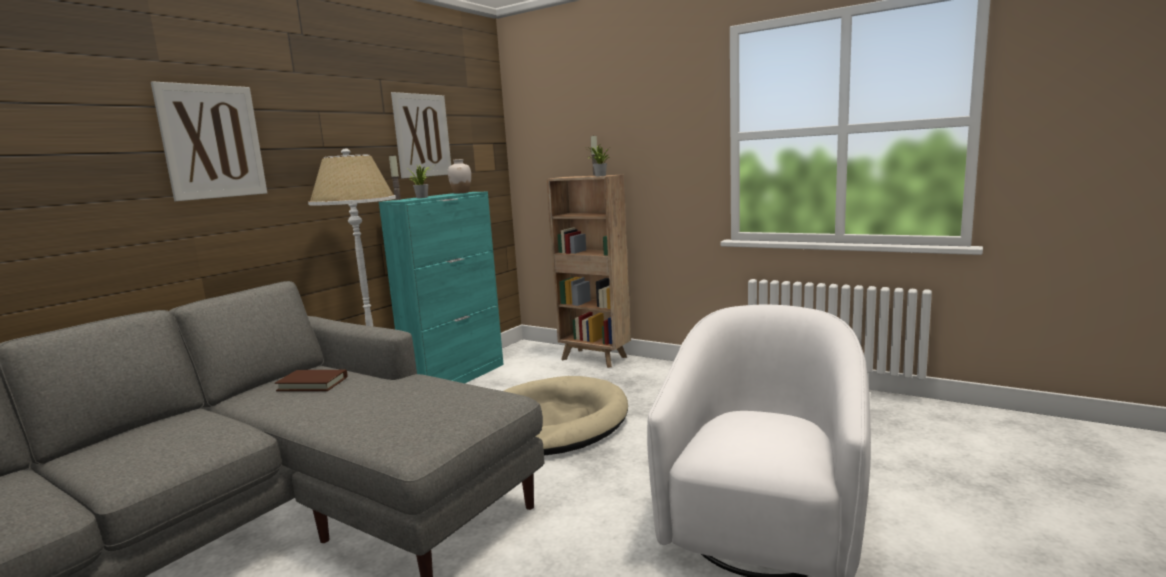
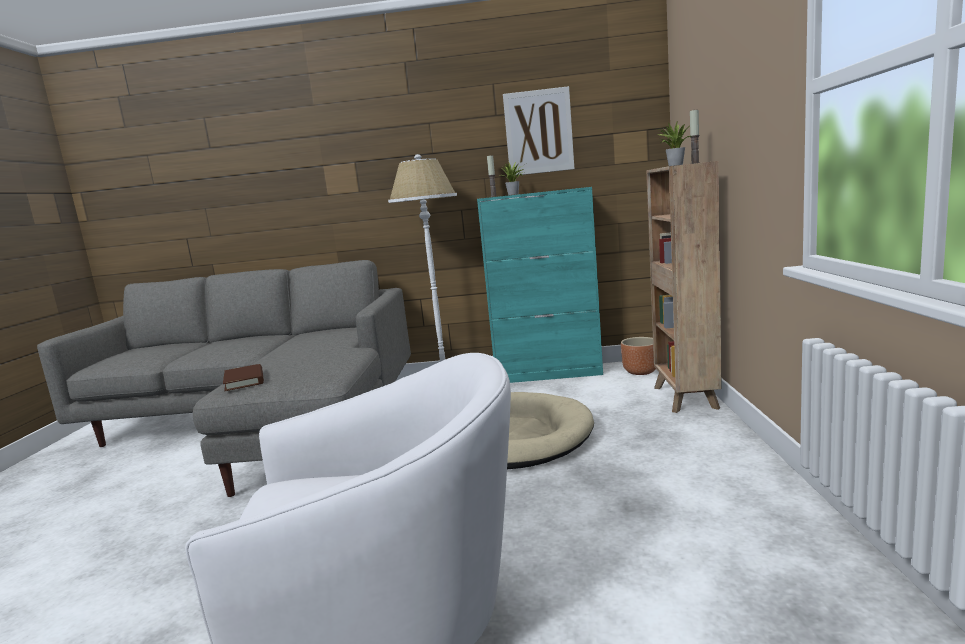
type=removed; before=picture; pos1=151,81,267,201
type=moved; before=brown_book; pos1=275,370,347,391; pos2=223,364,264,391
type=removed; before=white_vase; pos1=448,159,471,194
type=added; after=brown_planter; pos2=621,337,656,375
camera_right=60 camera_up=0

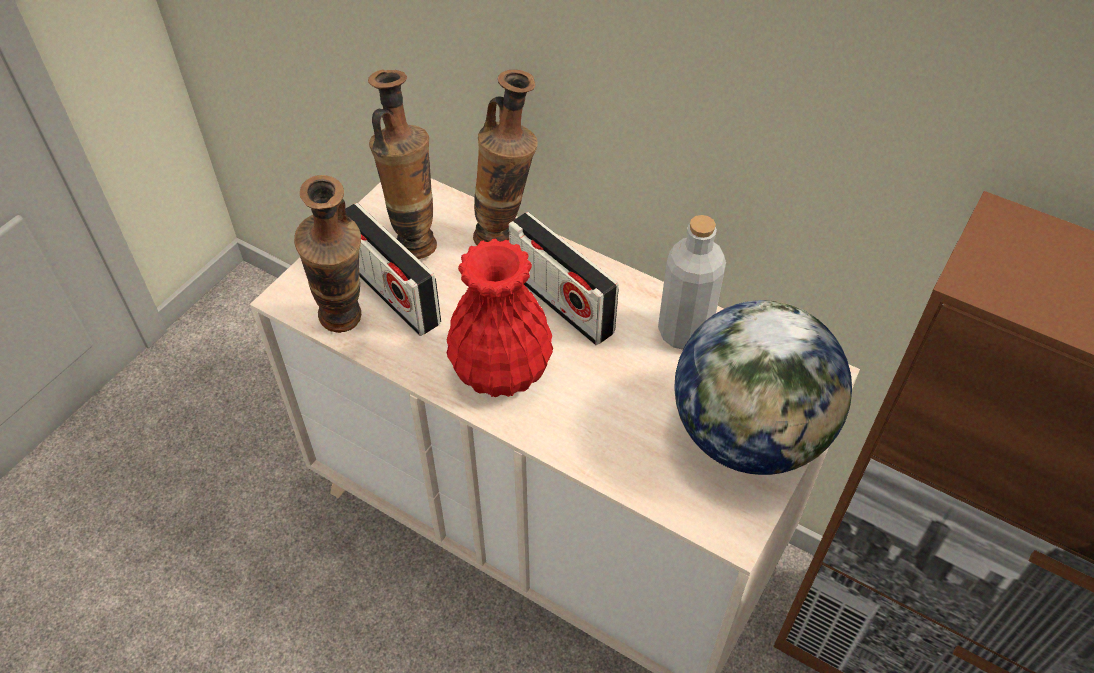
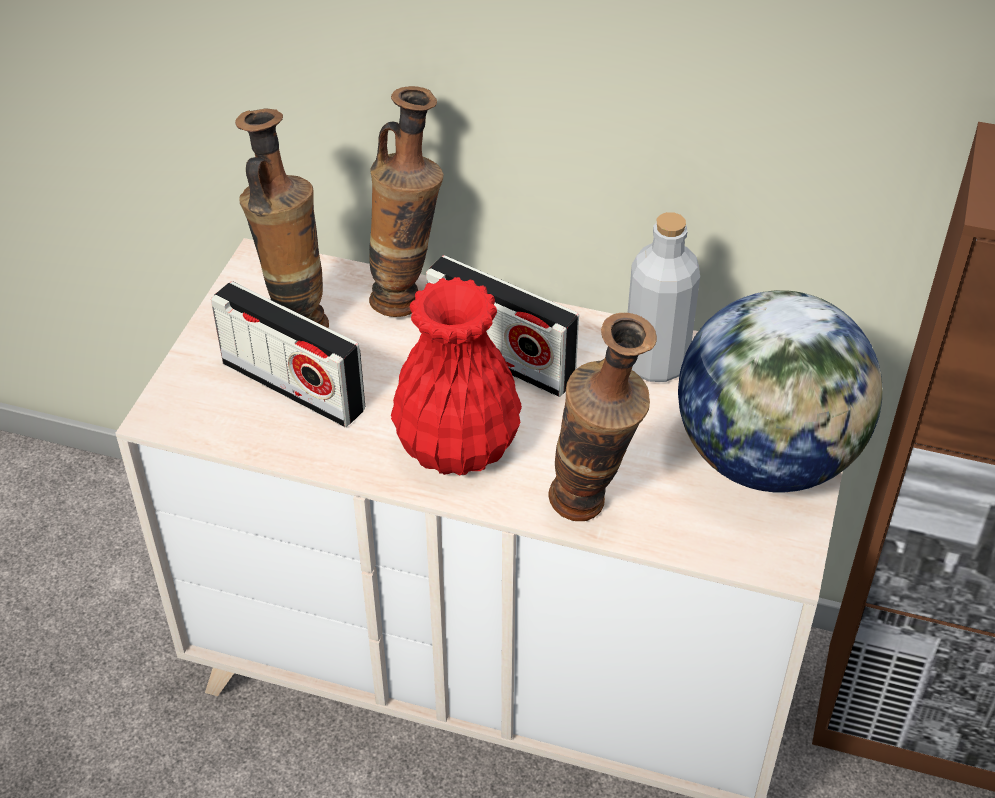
type=moved; before=vase; pos1=294,175,361,333; pos2=549,313,657,521
camera_right=-15 camera_up=-5

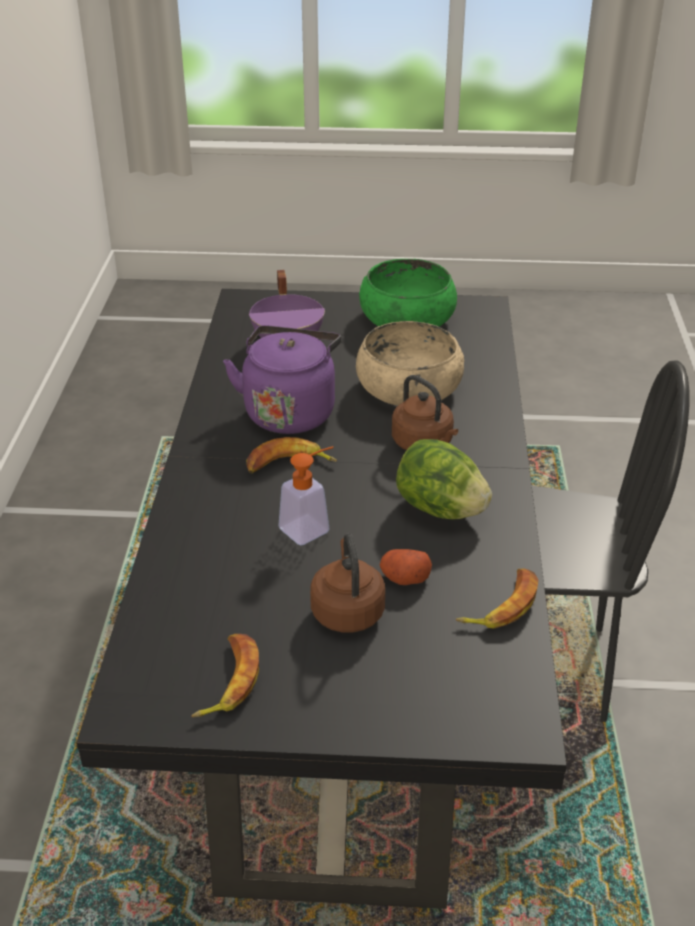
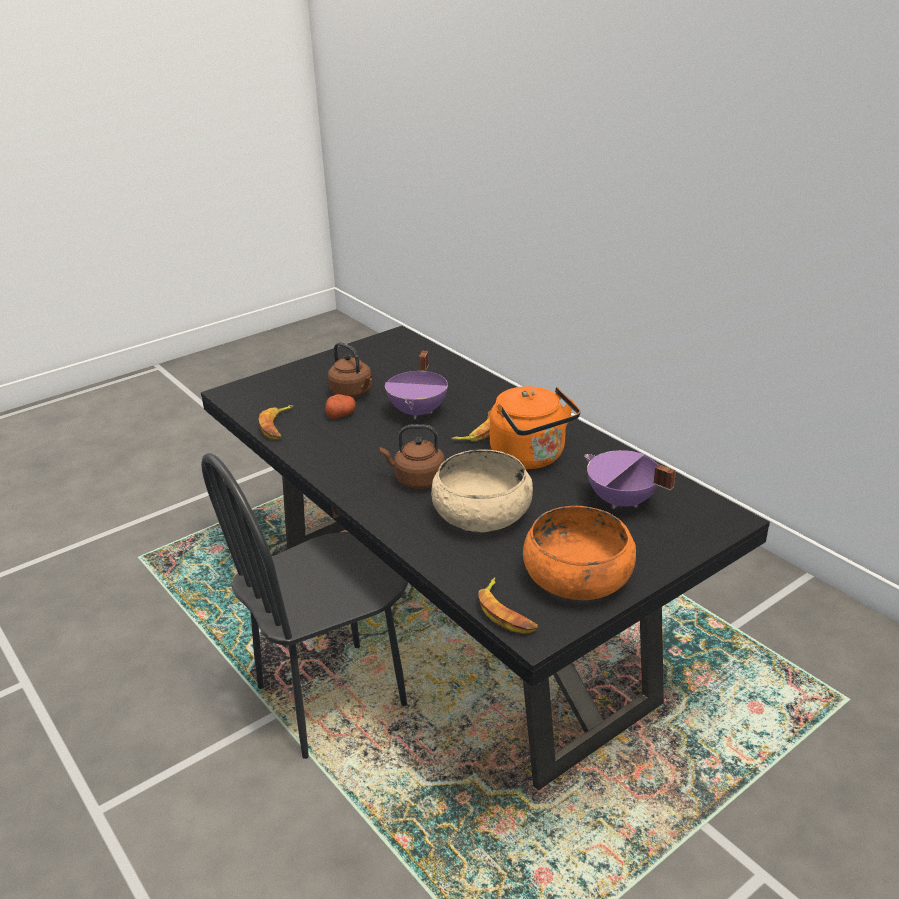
type=moved; before=banana; pos1=192,634,259,717; pos2=478,577,538,634
type=recoloured; before=purple_kettle; after=orange_kettle; pos1=223,325,341,434; pos2=490,386,580,469
type=replaced; before=soap_dispenser; after=purple_cooking_pot; pos1=278,446,333,545; pos2=385,351,448,419
type=recoloured; before=green_bowl; after=orange_bowl; pos1=359,259,457,327; pos2=523,506,636,600
type=removed; before=lettuce; pos1=396,439,492,520
camera_right=140 camera_up=-5

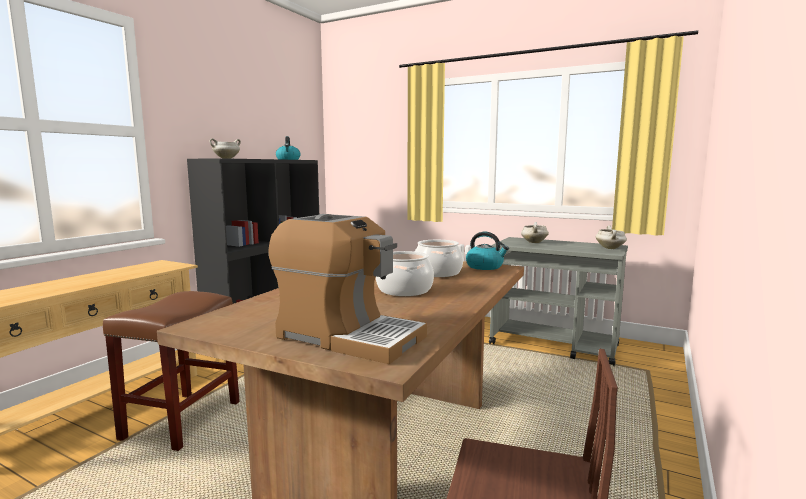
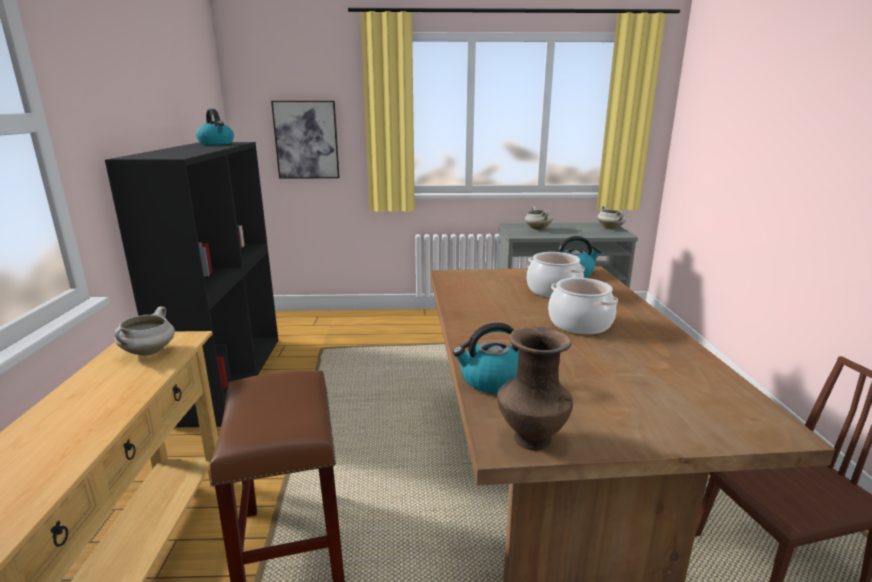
type=moved; before=white_cooking_pot; pos1=210,138,241,159; pos2=114,306,175,356
type=removed; before=coffee_machine; pos1=268,214,427,364
type=added; after=picture; pos2=271,101,340,179
type=added; after=kettle; pos2=453,323,519,393
type=added; after=brown_vase; pos2=497,327,573,451
camera_right=-30 camera_up=10

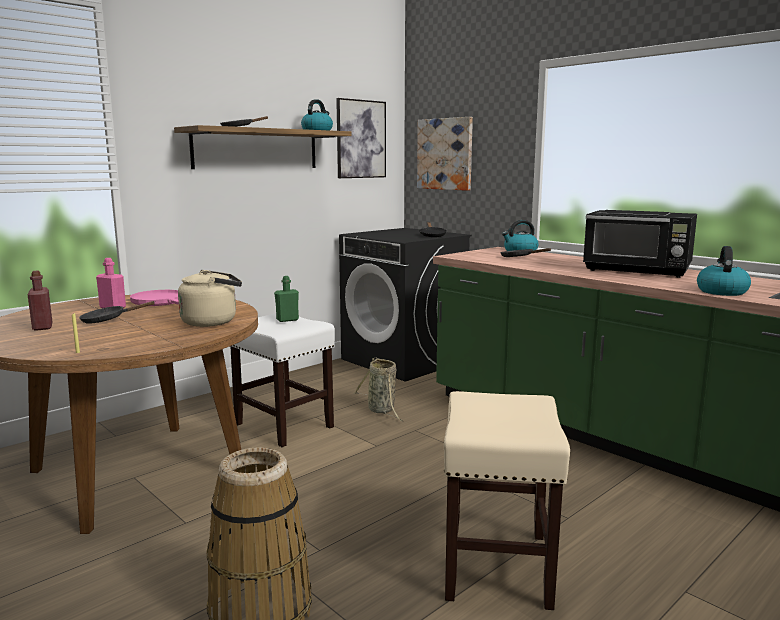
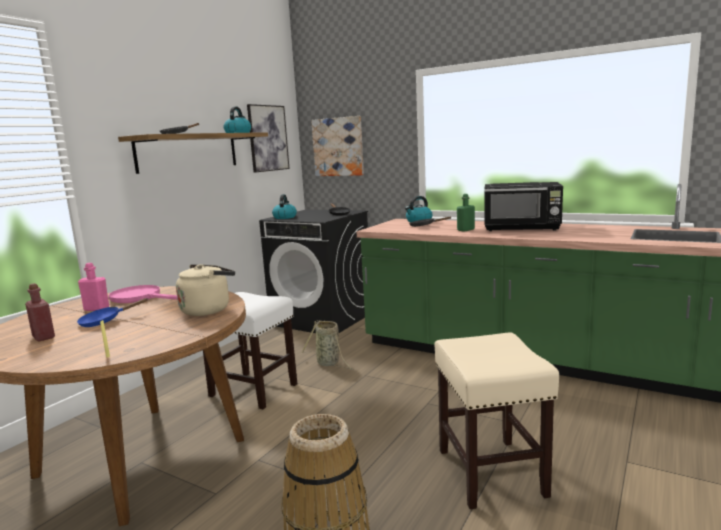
type=recoloured; before=black_frying_pan; after=blue_frying_pan; pos1=79,301,156,324; pos2=77,298,148,327
type=moved; before=green_bottle; pos1=274,276,299,322; pos2=457,194,475,232
type=moved; before=kettle; pos1=697,246,751,296; pos2=272,194,297,219
camera_right=-15 camera_up=0

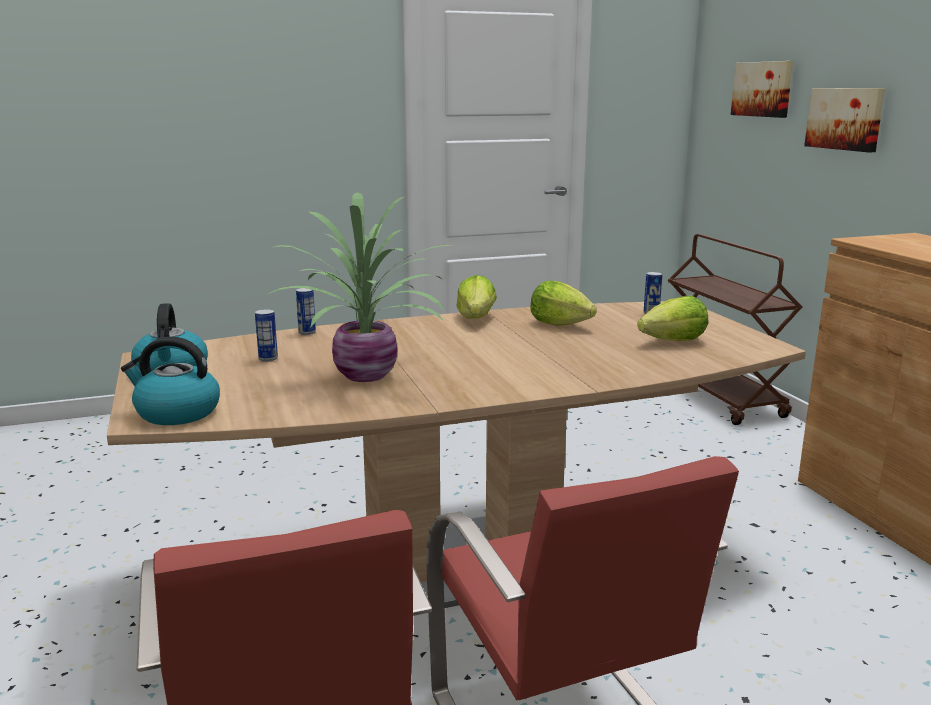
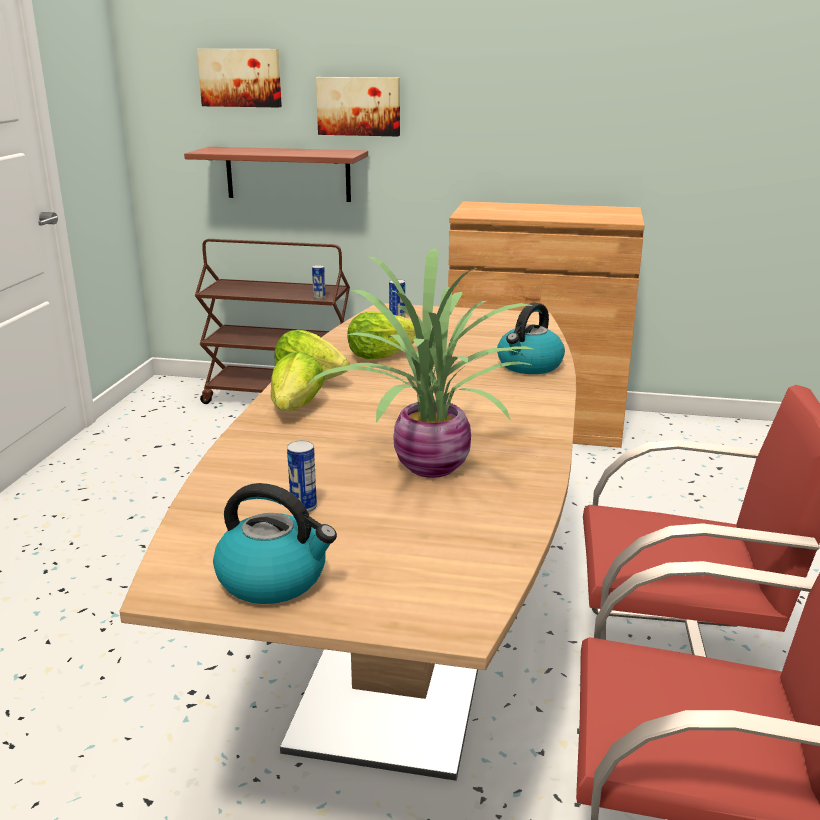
type=moved; before=kettle; pos1=121,337,220,425; pos2=497,303,565,374
type=moved; before=can; pos1=296,288,316,335; pos2=312,265,326,299
type=moved; before=lettuce; pos1=637,296,708,341; pos2=271,351,325,411
type=added; after=shelf; pos2=184,147,368,202
camera_right=-60 camera_up=5

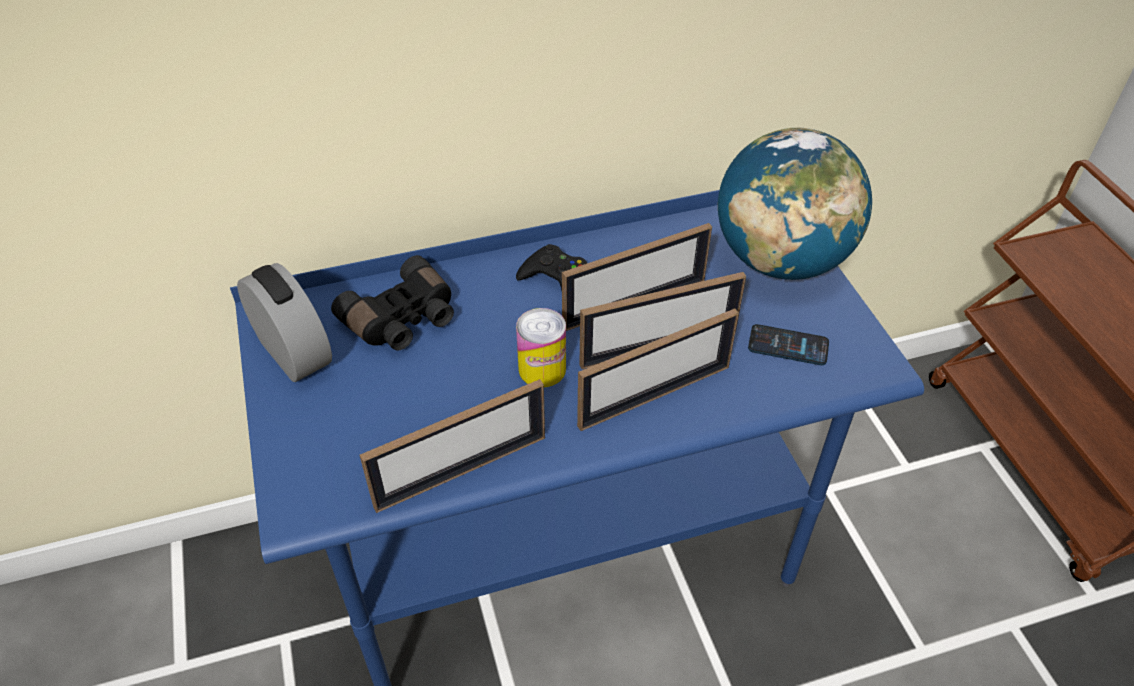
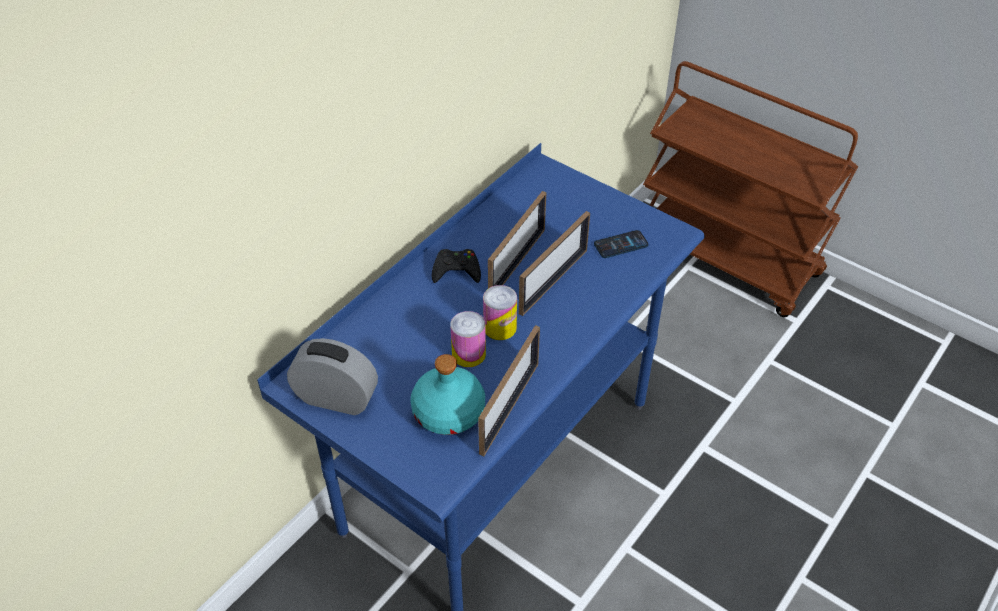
type=removed; before=black_binoculars; pos1=331,255,454,350
type=removed; before=picture_frame; pos1=577,309,739,431
type=removed; before=globe; pos1=718,128,872,280
type=added; after=turquoise_bottle; pos2=410,354,485,435
type=added; after=can; pos2=450,311,486,367
camera_right=-35 camera_up=0

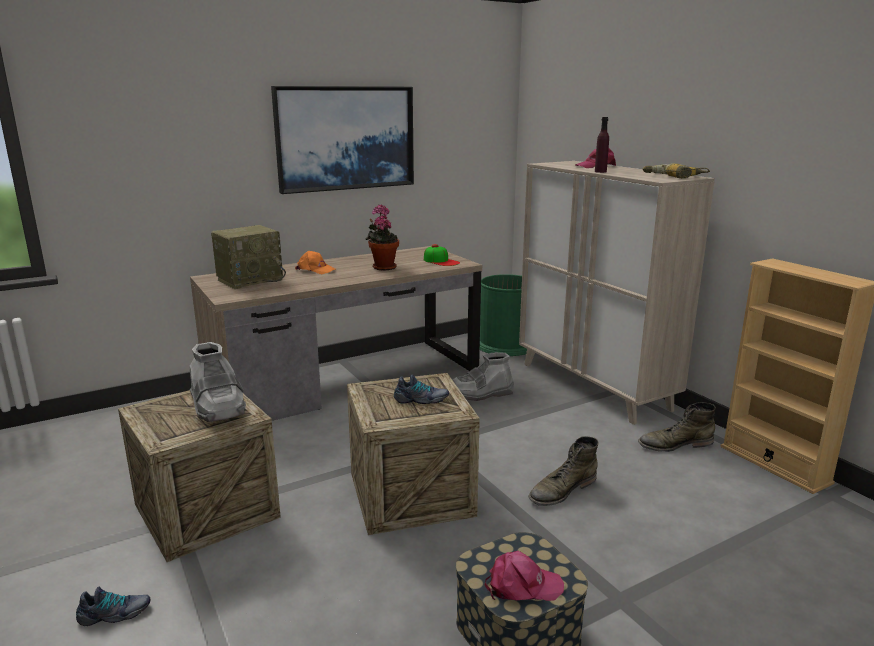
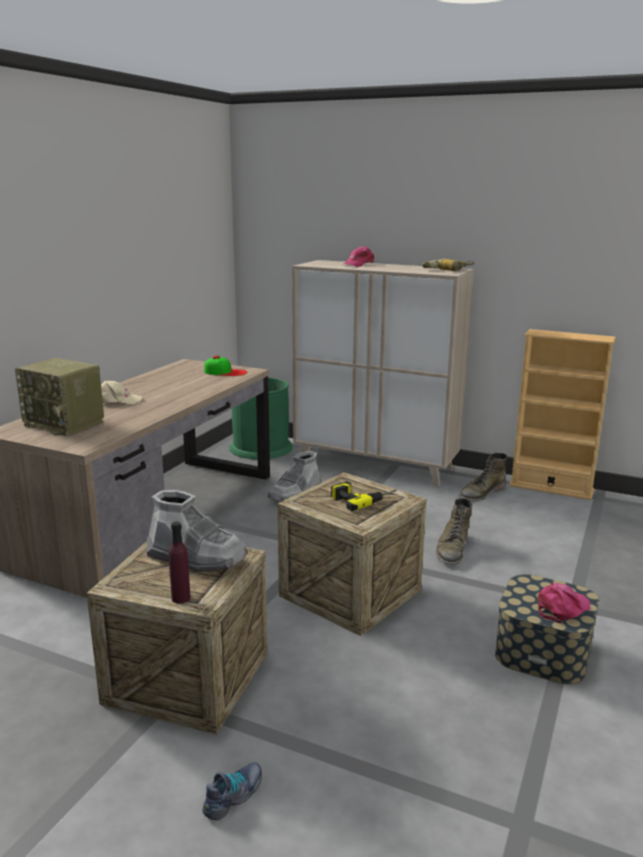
type=turned; before=radio; pos1=211,225,286,289; pos2=15,358,104,436; turn=105
type=removed; before=picture; pos1=271,86,414,194
type=recoloured; before=orange_cap; after=beige_cap; pos1=295,251,336,274; pos2=101,381,142,404
type=removed; before=potted_plant; pos1=366,204,399,271
type=replaced; before=shoe; after=power_drill; pos1=394,374,449,404; pos2=331,481,397,511
type=moved; before=purple_bottle; pos1=595,117,609,173; pos2=169,522,191,604
camera_right=-35 camera_up=0

